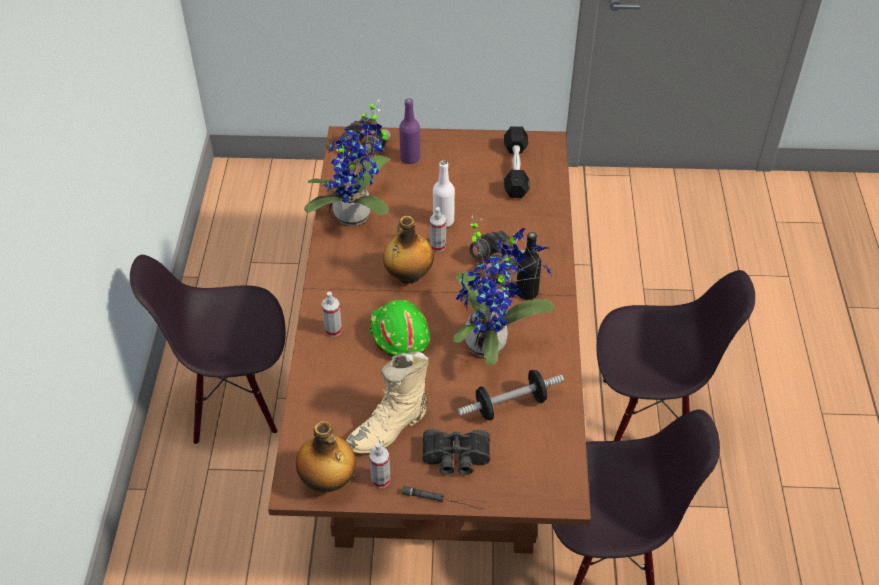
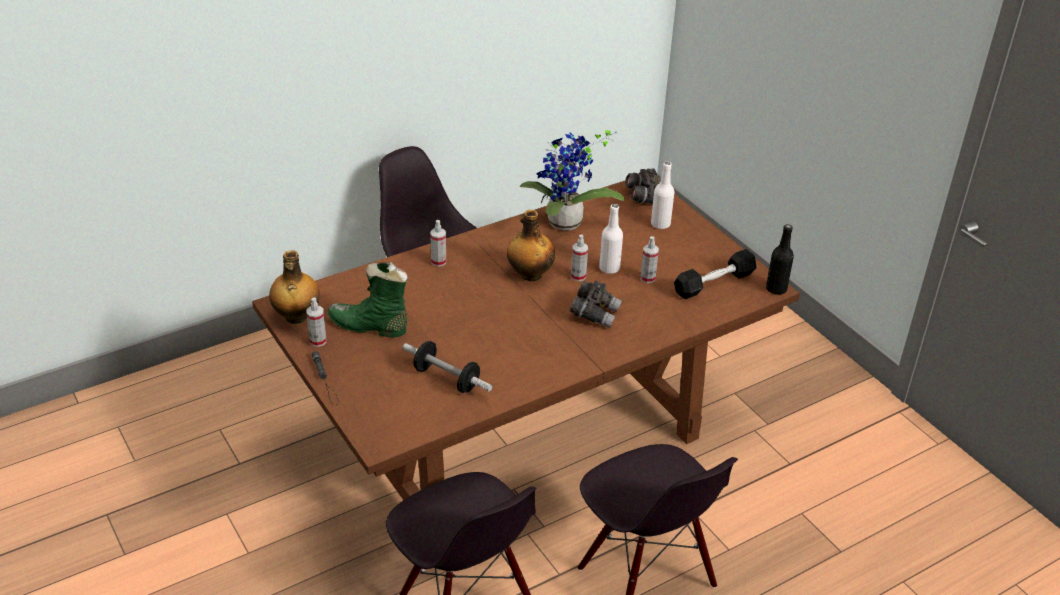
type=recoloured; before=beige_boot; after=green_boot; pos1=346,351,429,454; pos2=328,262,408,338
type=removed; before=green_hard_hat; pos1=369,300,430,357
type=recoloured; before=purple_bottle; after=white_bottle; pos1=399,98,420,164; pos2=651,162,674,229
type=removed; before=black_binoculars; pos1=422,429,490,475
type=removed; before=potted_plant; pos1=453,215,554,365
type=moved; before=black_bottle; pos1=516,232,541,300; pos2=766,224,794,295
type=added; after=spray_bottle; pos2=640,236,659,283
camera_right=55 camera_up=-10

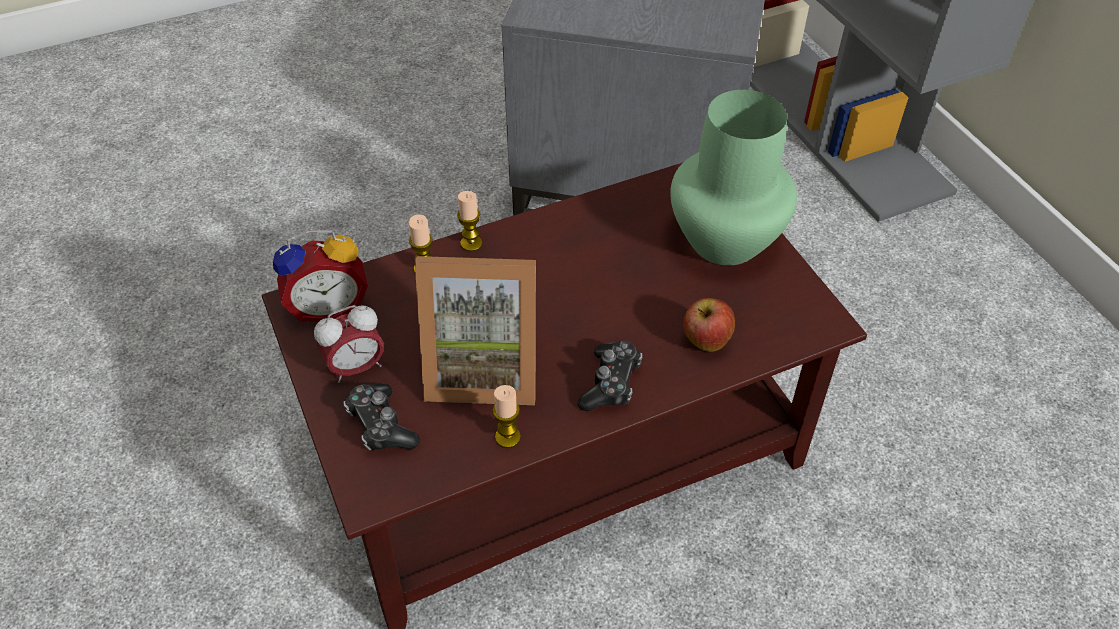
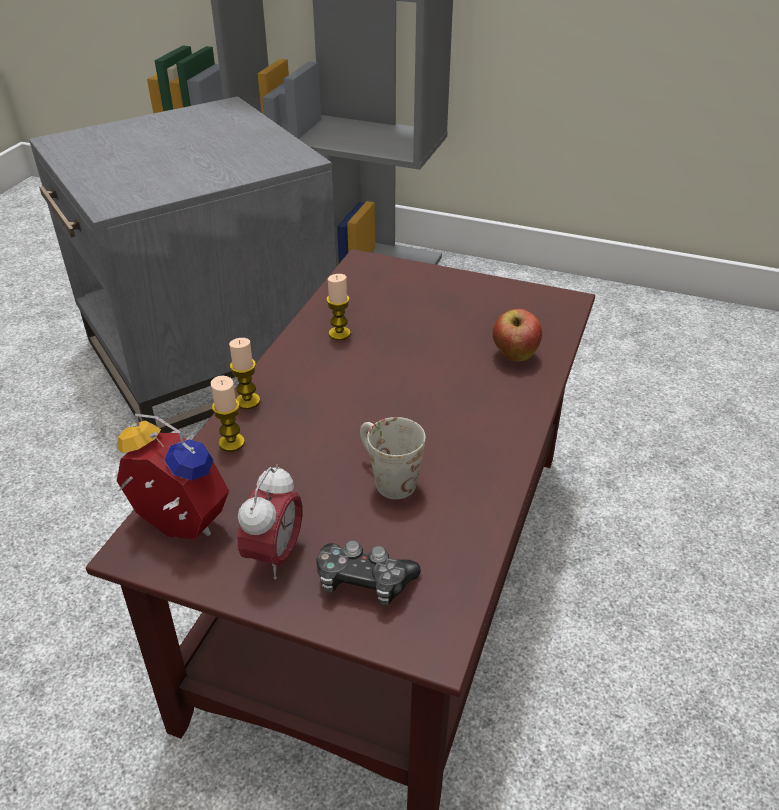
type=turned; before=alarm_clock; pos1=273,231,368,322; pos2=117,414,229,540; turn=-90
type=replaced; before=picture_frame; after=white_mug; pos1=415,256,536,405; pos2=360,417,426,499
type=moved; before=candle; pos1=492,385,521,448; pos2=326,274,351,340
type=removed; before=game_controller; pos1=578,341,642,412
type=removed; before=green_vase; pos1=670,90,797,265
camera_right=-45 camera_up=-10

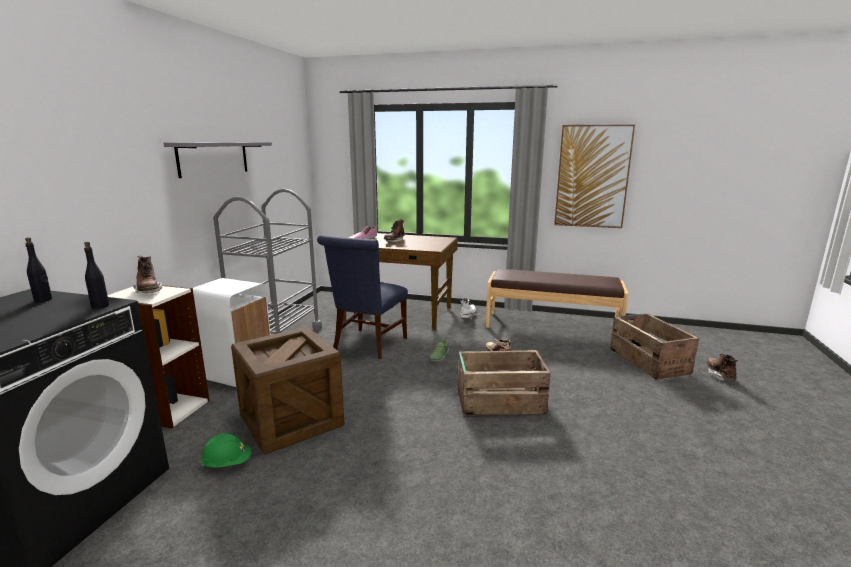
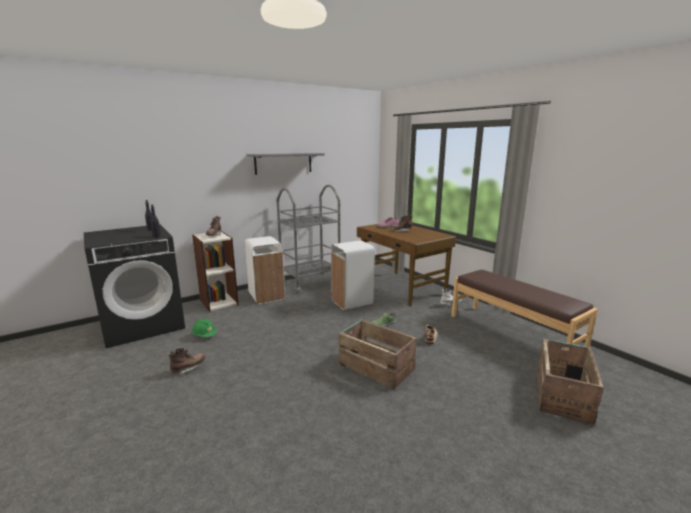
type=removed; before=crate; pos1=231,327,344,454
type=replaced; before=blue_chair; after=white_trash_can; pos1=317,235,408,359; pos2=331,240,375,310
type=removed; before=picture; pos1=554,124,635,228
type=moved; before=brown_boot; pos1=706,353,738,381; pos2=168,348,205,376
camera_right=40 camera_up=0

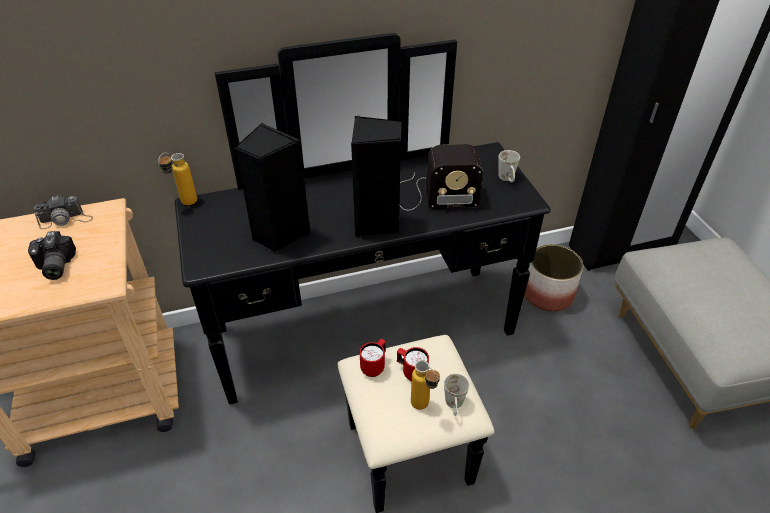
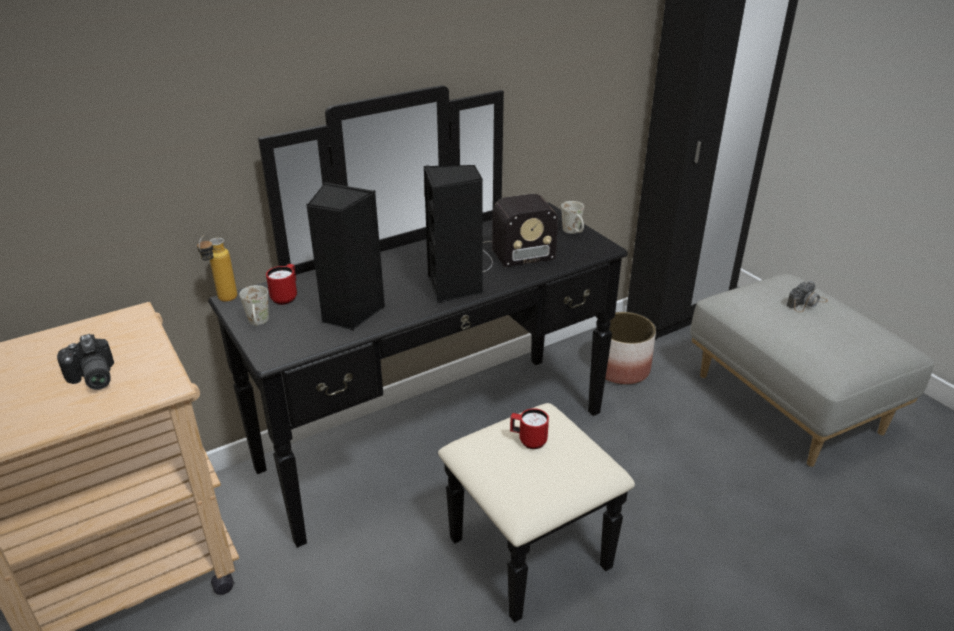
type=moved; before=photo_camera; pos1=34,195,93,229; pos2=787,281,828,312
type=moved; before=red_mug; pos1=360,339,386,377; pos2=266,264,297,305
type=removed; before=bottle; pos1=411,360,440,410
type=moved; before=white_mug; pos1=444,373,469,416; pos2=239,285,269,326
camera_right=-15 camera_up=-10

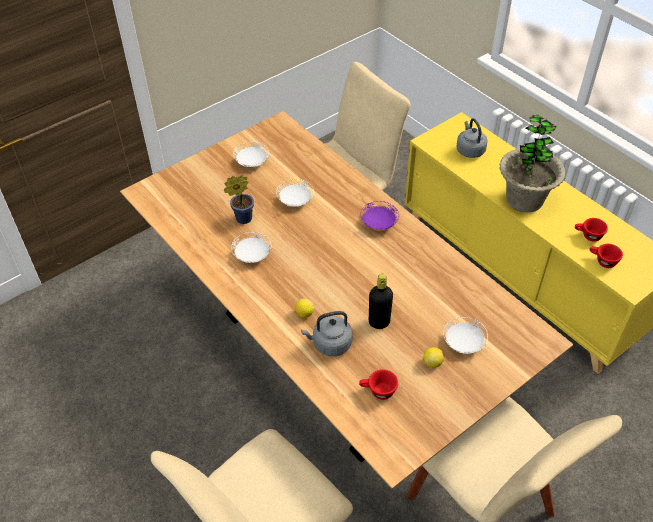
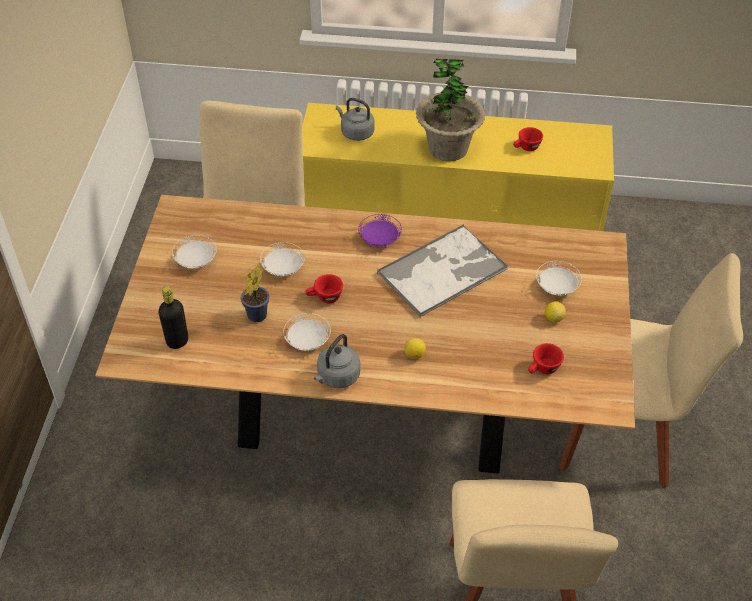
type=moved; before=grey_kettle; pos1=301,311,352,356; pos2=314,334,361,388
type=moved; before=black_bottle; pos1=369,274,393,329; pos2=158,286,188,349
type=moved; before=red_cup; pos1=590,244,623,268; pos2=306,274,343,303
type=added; after=tray; pos2=377,224,508,318
camera_right=-45 camera_up=0

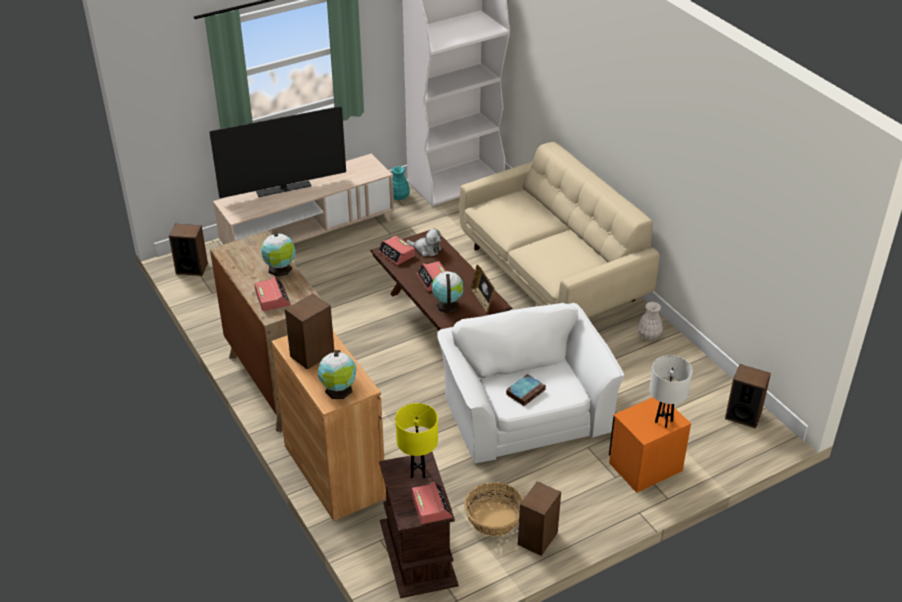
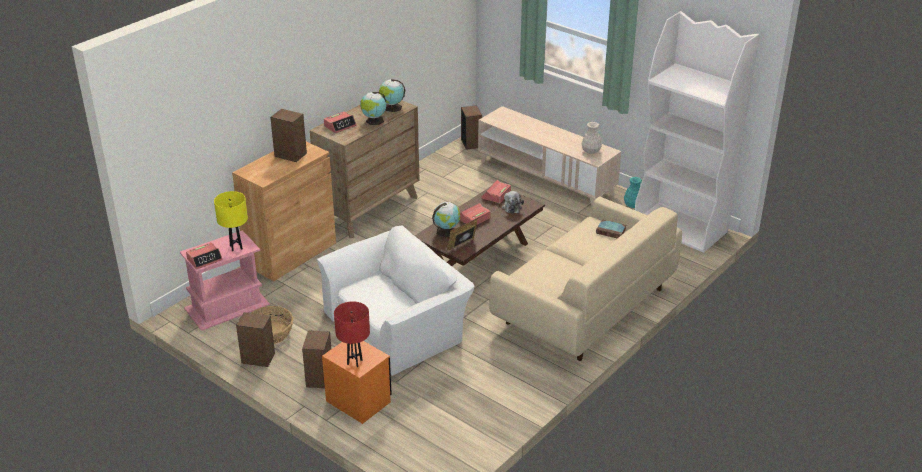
type=removed; before=television; pos1=209,106,346,198
type=moved; before=globe; pos1=318,350,357,399; pos2=379,79,405,112
type=recoloured; before=brown_side_table; after=pink_side_table; pos1=379,452,459,598; pos2=180,230,270,331
type=moved; before=book; pos1=506,374,546,406; pos2=596,219,626,238
type=moved; before=white_vase; pos1=637,302,663,340; pos2=581,122,602,154
type=recoloured; before=white_table_lamp; after=red_table_lamp; pos1=649,355,693,428; pos2=334,301,370,367
type=moved; before=speaker; pos1=725,364,771,429; pos2=302,330,331,388
camera_right=70 camera_up=-5

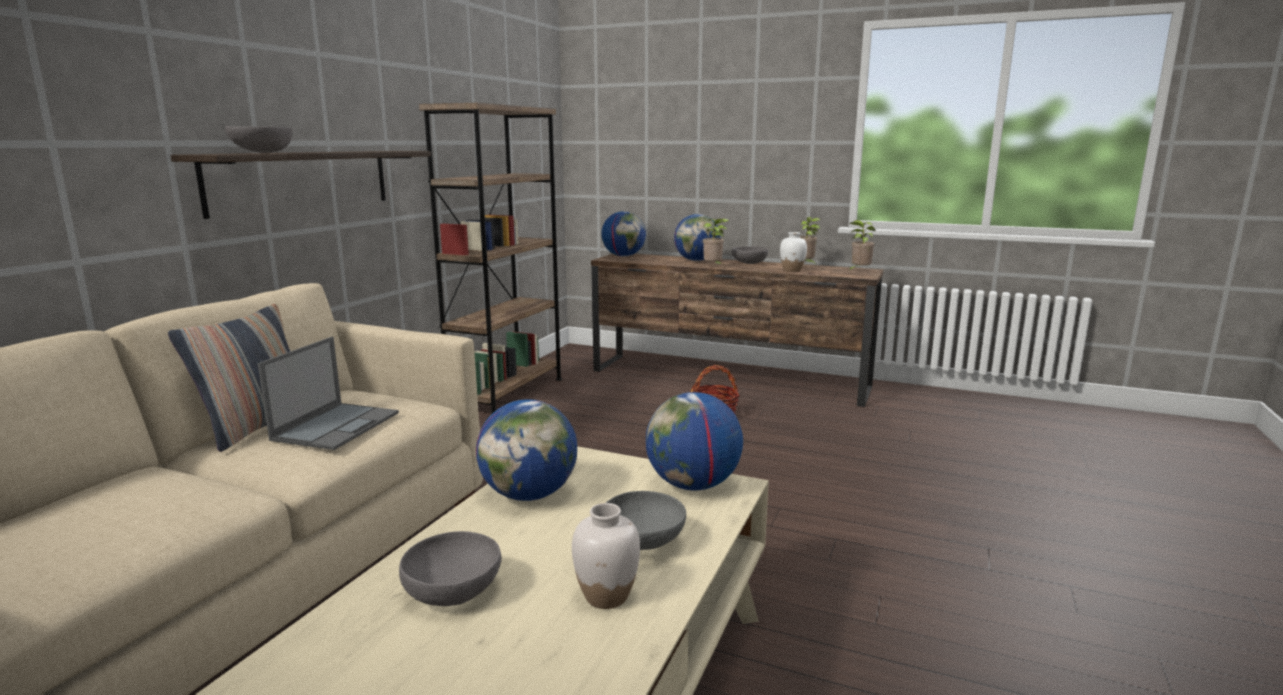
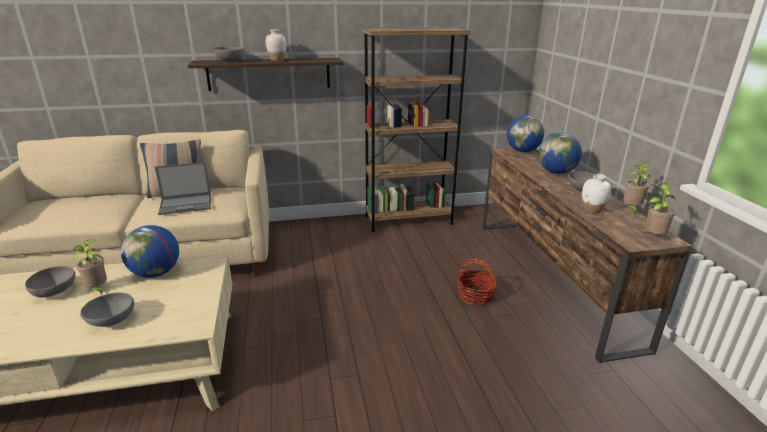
type=moved; before=white_vase; pos1=572,503,640,609; pos2=266,29,286,61
type=removed; before=globe; pos1=646,392,743,490
type=moved; before=potted_plant; pos1=703,219,729,264; pos2=73,240,107,295
camera_right=55 camera_up=10

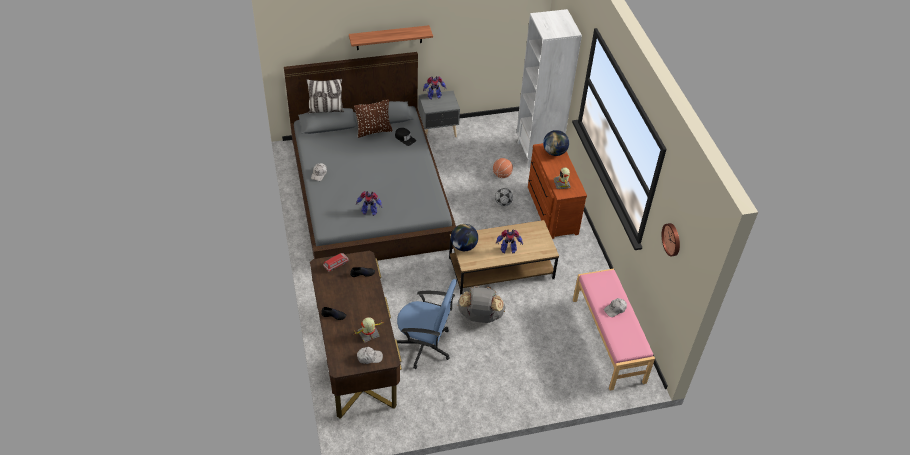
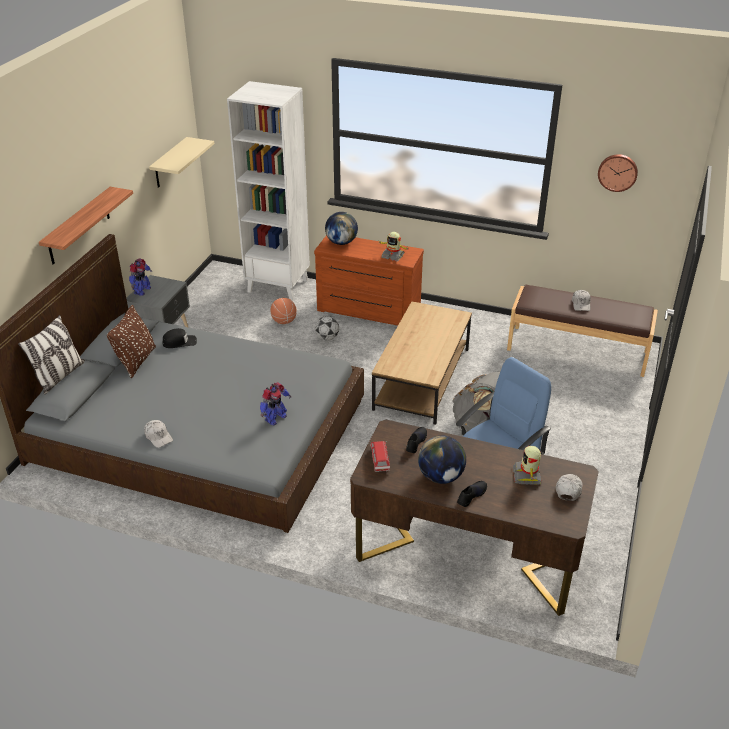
type=moved; before=globe; pos1=451,224,478,251; pos2=418,436,466,484
type=removed; before=toy_robot; pos1=496,230,523,254
type=recoloured; before=pink_bench; after=brown_bench; pos1=573,269,655,390; pos2=507,285,658,377
type=added; after=beige_shelf; pos2=149,137,214,188
camera_right=-55 camera_up=-10

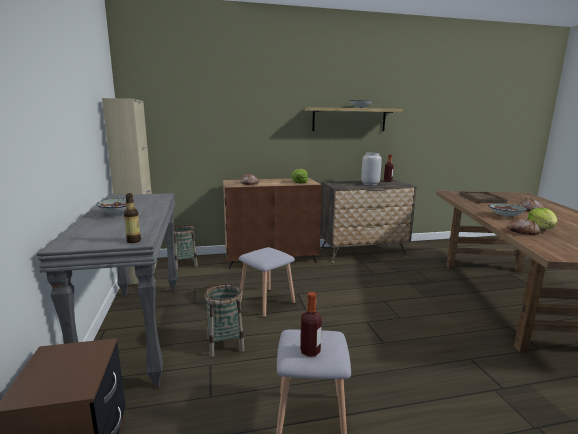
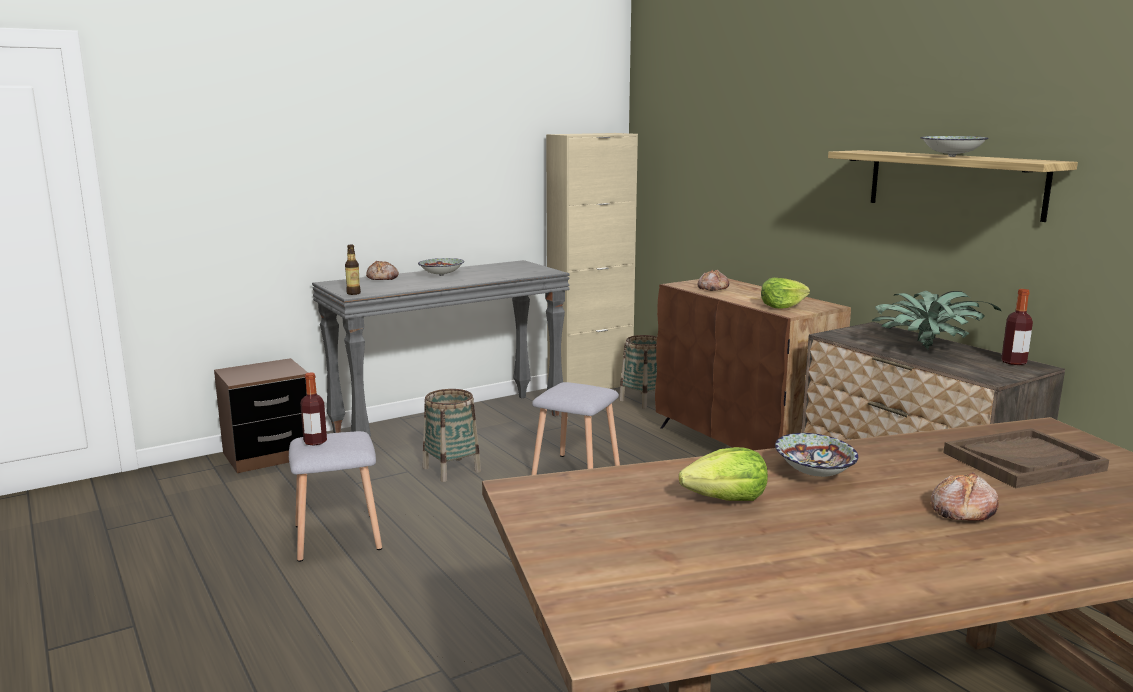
type=replaced; before=grey_vase; after=potted_plant; pos1=361,153,382,185; pos2=872,291,1001,349
type=moved; before=bread; pos1=507,219,540,235; pos2=366,261,399,280
camera_right=70 camera_up=0

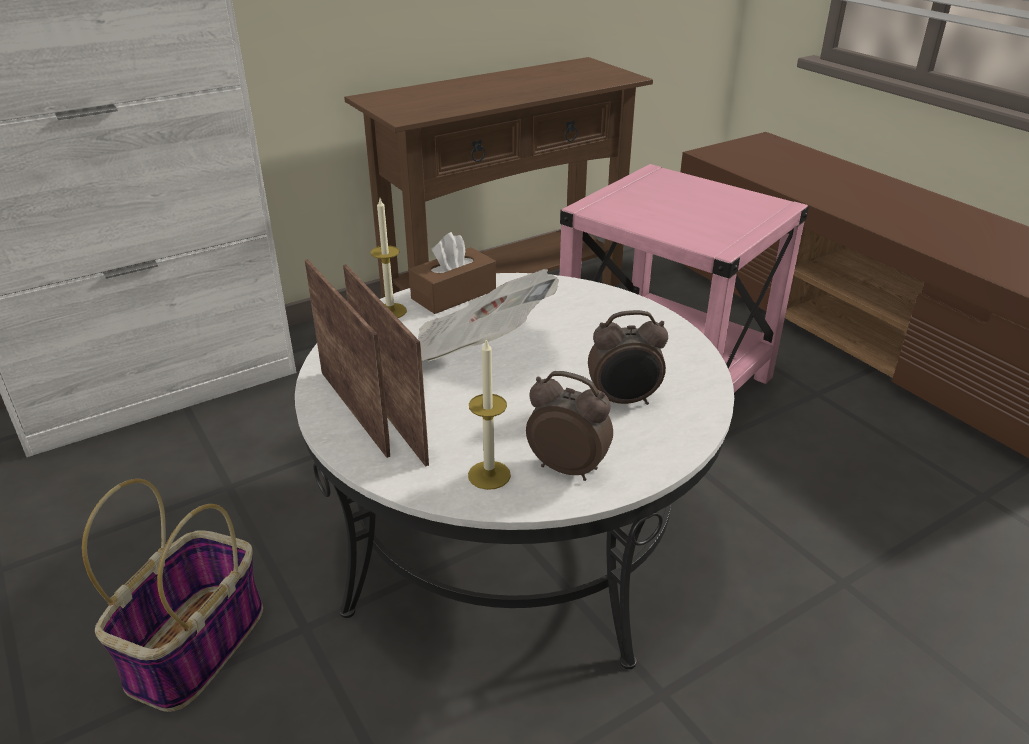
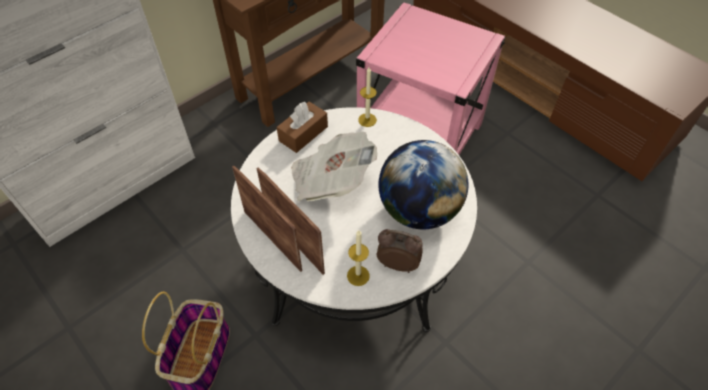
type=moved; before=candle; pos1=371,198,407,318; pos2=358,67,377,127
type=replaced; before=alarm_clock; after=globe; pos1=588,310,668,405; pos2=379,140,468,229
camera_right=-10 camera_up=20

